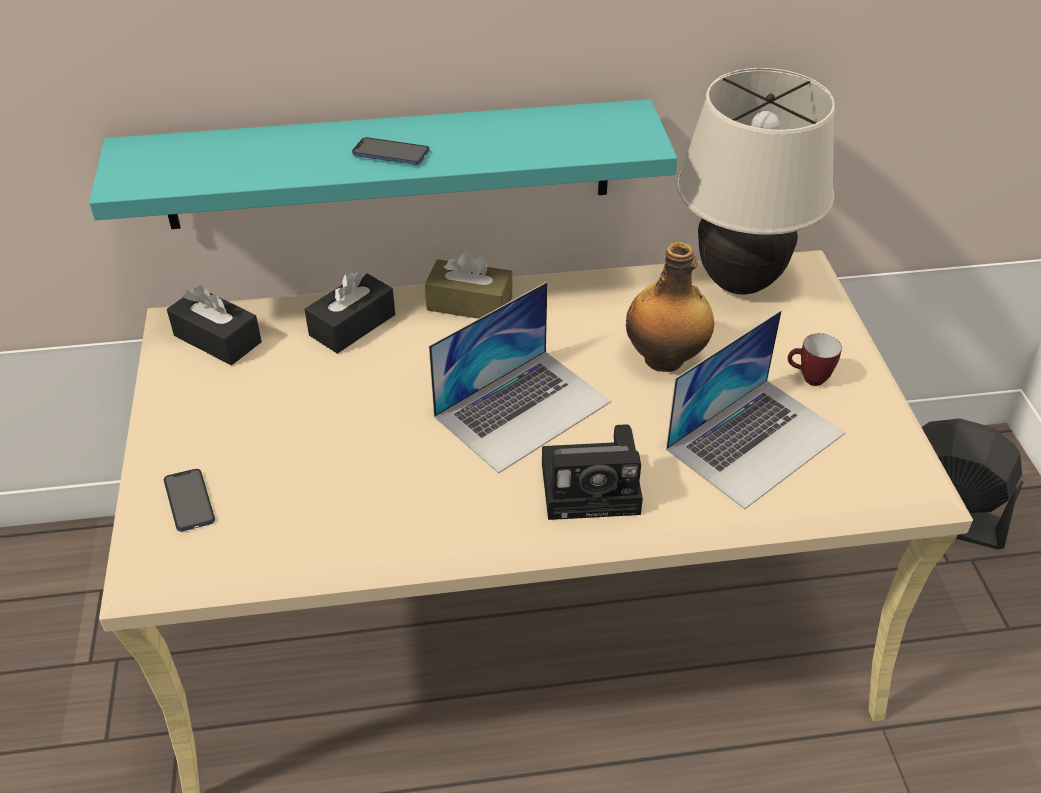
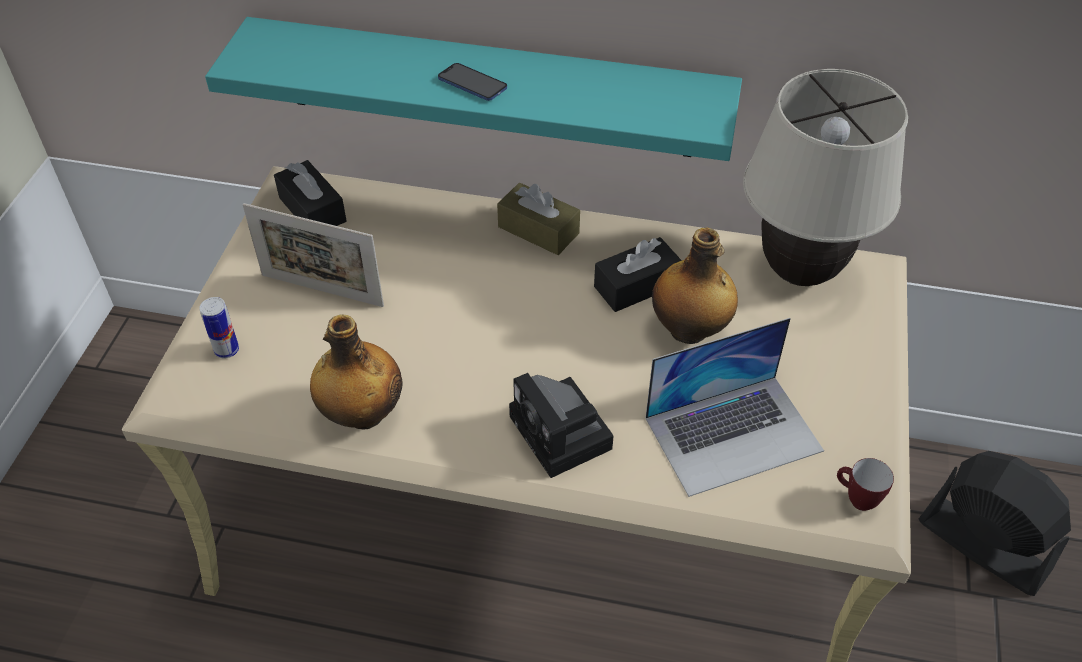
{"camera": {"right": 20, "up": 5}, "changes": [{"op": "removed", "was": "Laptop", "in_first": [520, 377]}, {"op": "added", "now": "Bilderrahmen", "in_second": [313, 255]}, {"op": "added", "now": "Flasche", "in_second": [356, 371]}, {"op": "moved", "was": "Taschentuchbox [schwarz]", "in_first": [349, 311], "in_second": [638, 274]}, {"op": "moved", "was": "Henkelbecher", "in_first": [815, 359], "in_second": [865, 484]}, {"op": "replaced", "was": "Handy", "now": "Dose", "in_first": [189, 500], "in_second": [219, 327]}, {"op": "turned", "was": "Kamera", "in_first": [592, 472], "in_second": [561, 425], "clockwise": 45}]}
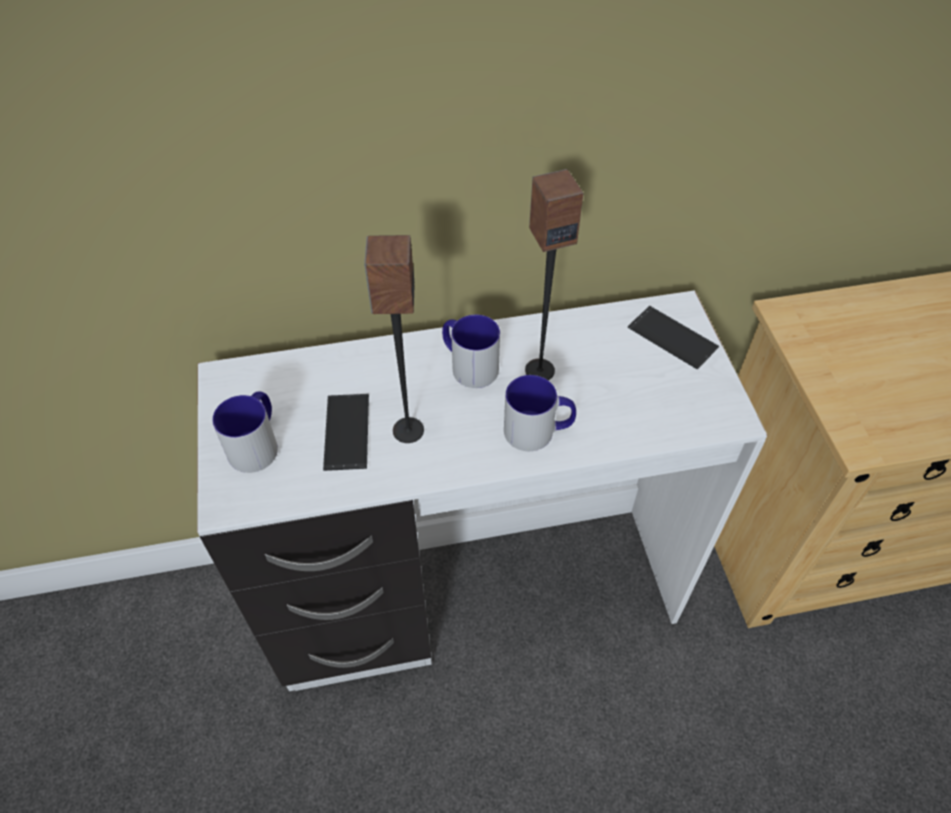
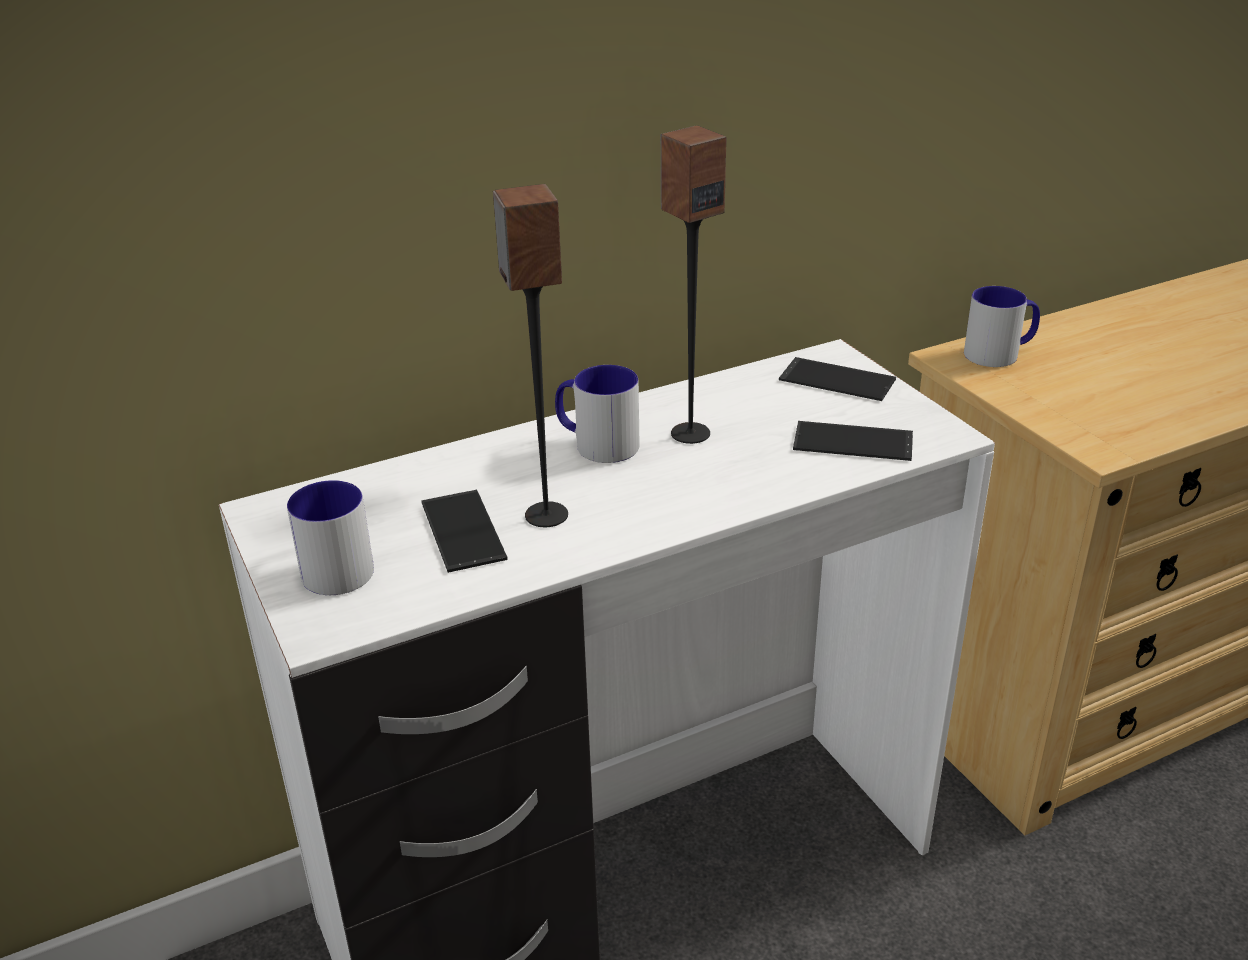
{"camera": {"right": -15, "up": -20}, "changes": [{"op": "added", "now": "Handy", "in_second": [853, 441]}, {"op": "moved", "was": "Henkelbecher", "in_first": [540, 413], "in_second": [1002, 326]}]}
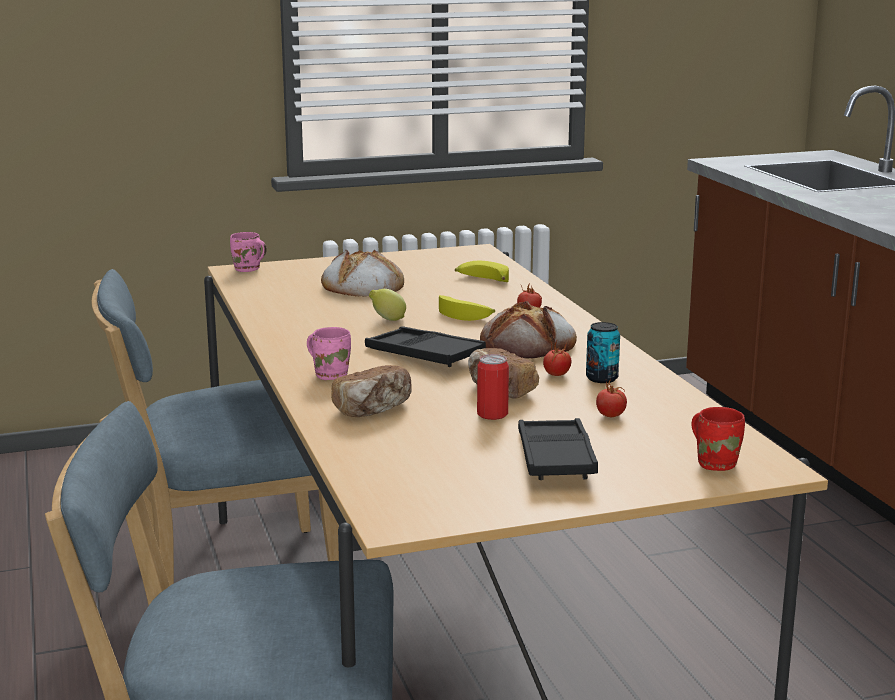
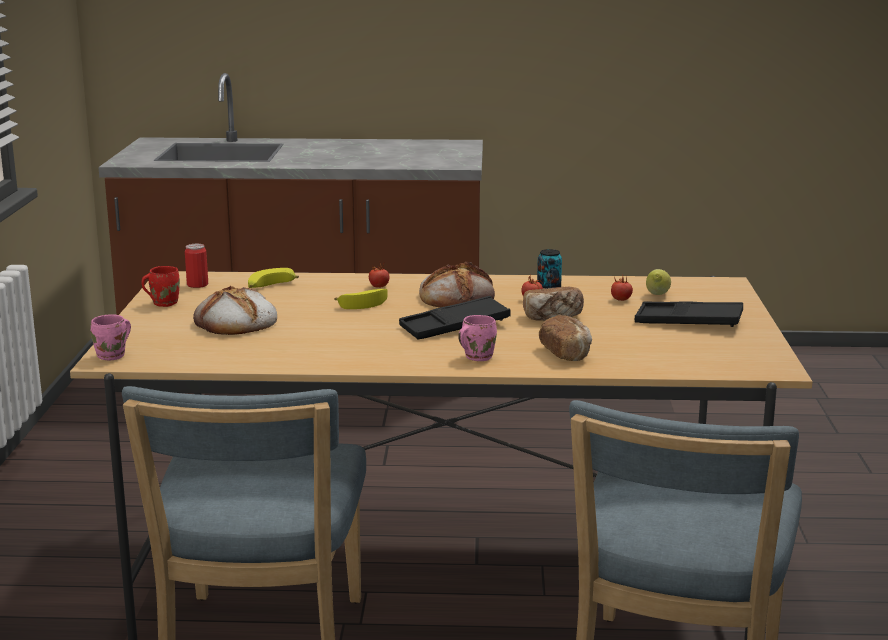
{"camera": {"right": -70, "up": 0}, "changes": [{"op": "moved", "was": "Zitrone", "in_first": [387, 305], "in_second": [658, 282]}, {"op": "moved", "was": "Dose", "in_first": [493, 387], "in_second": [196, 266]}, {"op": "moved", "was": "Henkelbecher [rot]", "in_first": [718, 439], "in_second": [160, 286]}]}
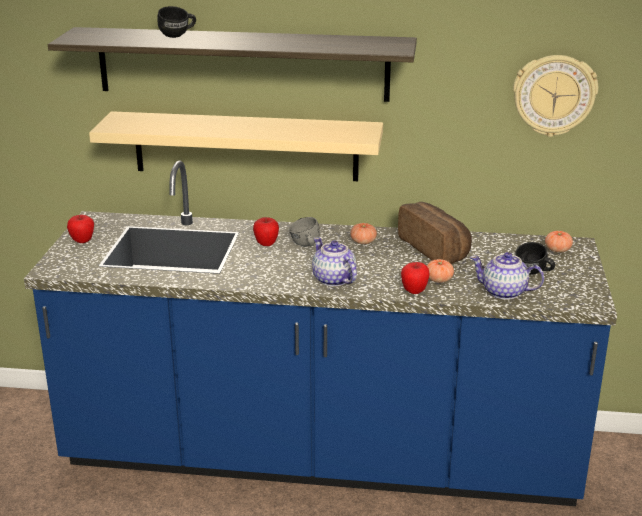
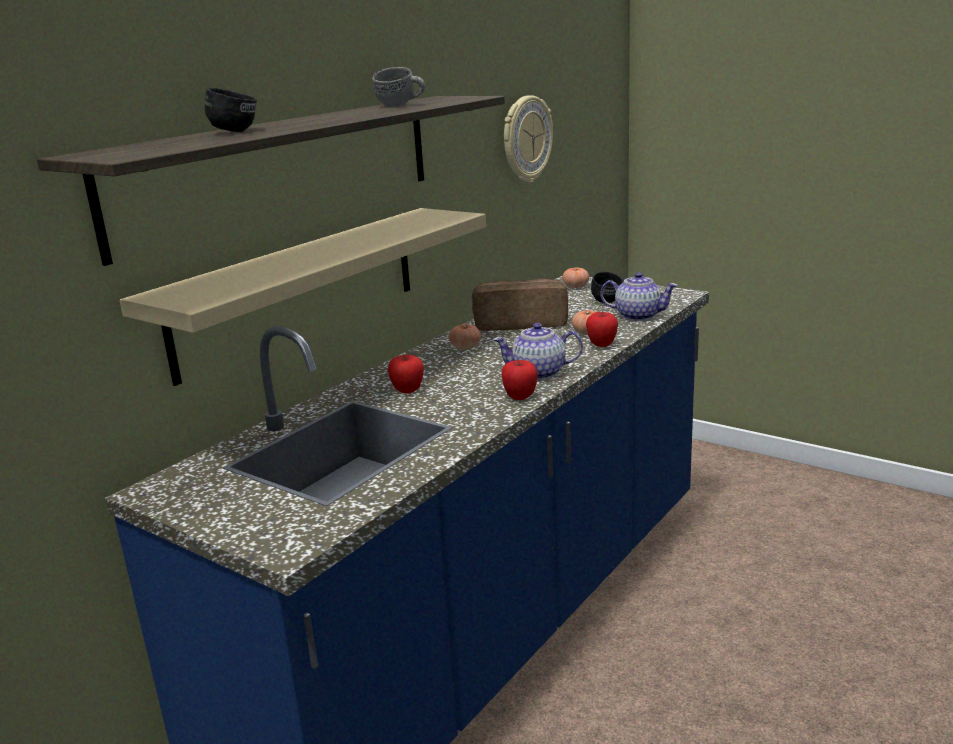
{"camera": {"right": -60, "up": -5}, "changes": [{"op": "moved", "was": "Apfel", "in_first": [80, 229], "in_second": [519, 380]}, {"op": "moved", "was": "Henkelbecher [grau]", "in_first": [304, 232], "in_second": [398, 87]}, {"op": "turned", "was": "Teekanne", "in_first": [507, 276], "in_second": [639, 296], "clockwise": -120}]}
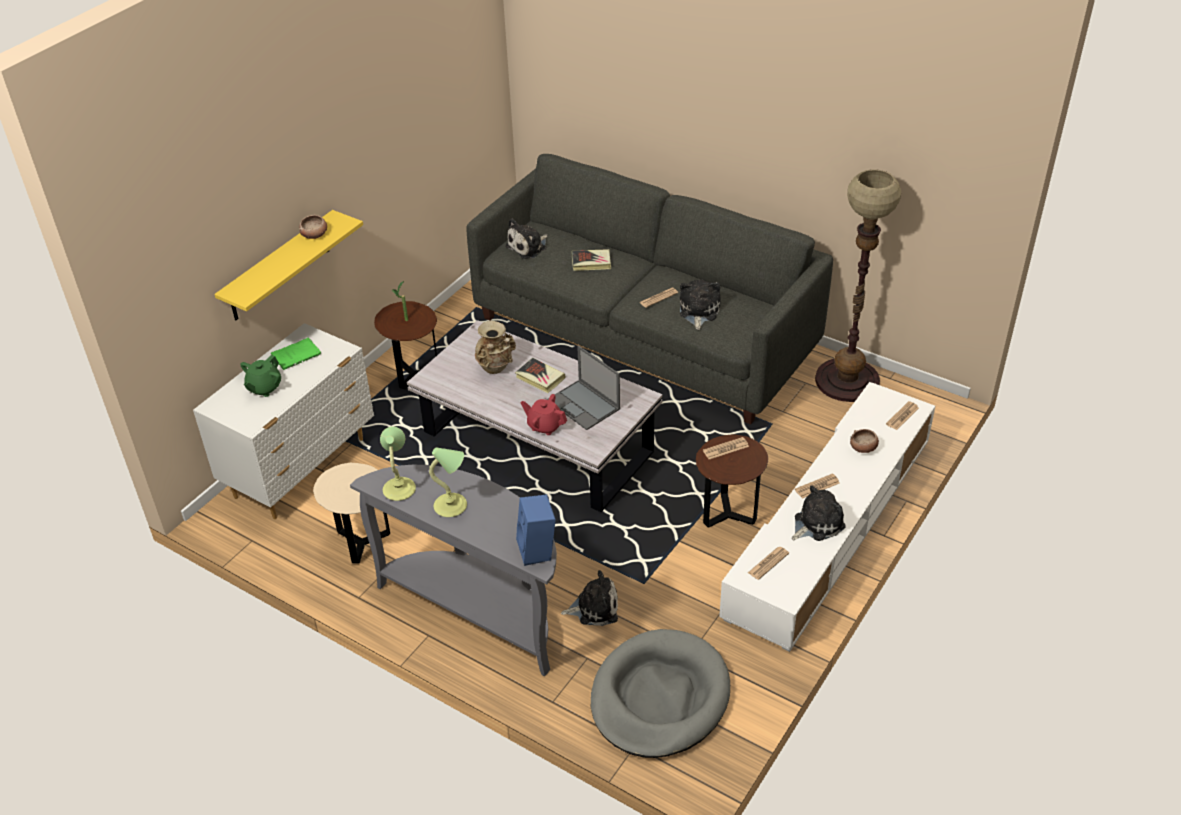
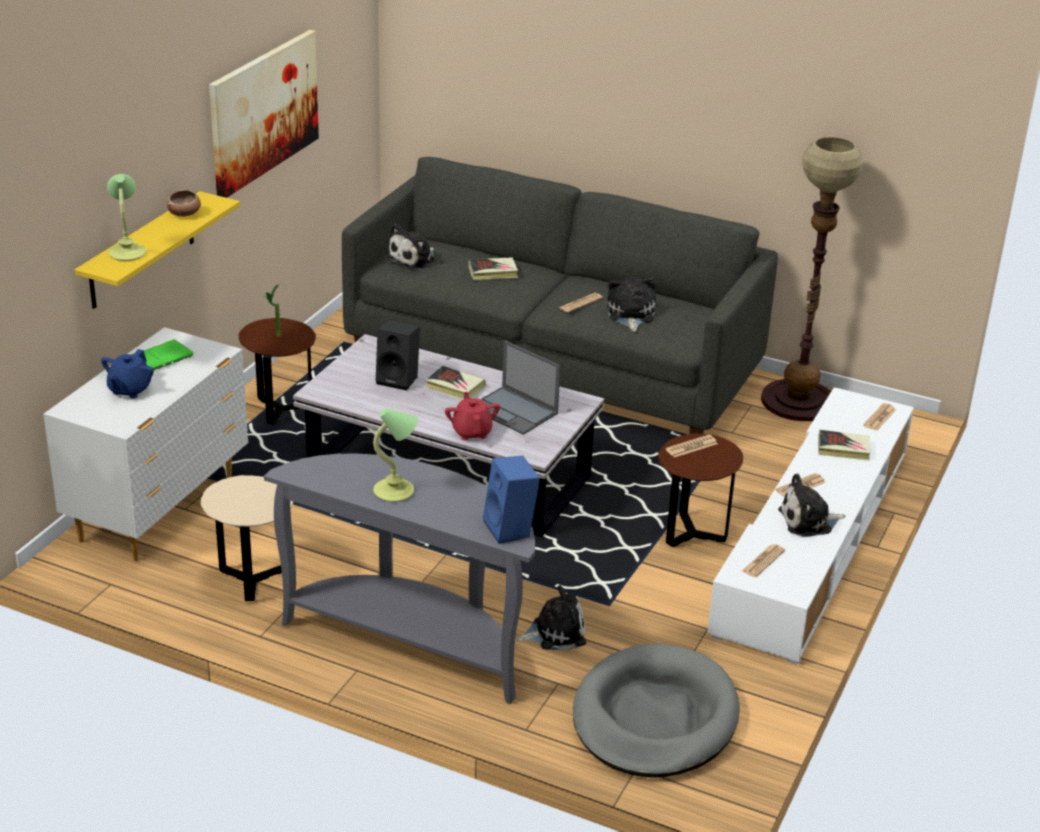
{"camera": {"right": -10, "up": -10}, "changes": [{"op": "added", "now": "Bild", "in_second": [264, 114]}, {"op": "moved", "was": "Tischlampe", "in_first": [398, 463], "in_second": [126, 217]}, {"op": "replaced", "was": "Vase [beige]", "now": "Lautsprecher [schwarz]", "in_first": [495, 347], "in_second": [398, 355]}, {"op": "replaced", "was": "Schüssel", "now": "Buch", "in_first": [864, 441], "in_second": [844, 445]}, {"op": "recoloured", "was": "Teekanne [grün]", "now": "Teekanne [blau]", "in_first": [260, 376], "in_second": [127, 374]}, {"op": "turned", "was": "Teekanne [rot]", "in_first": [544, 414], "in_second": [472, 416], "clockwise": 60}, {"op": "turned", "was": "Plüschtier", "in_first": [819, 513], "in_second": [812, 505], "clockwise": -150}]}
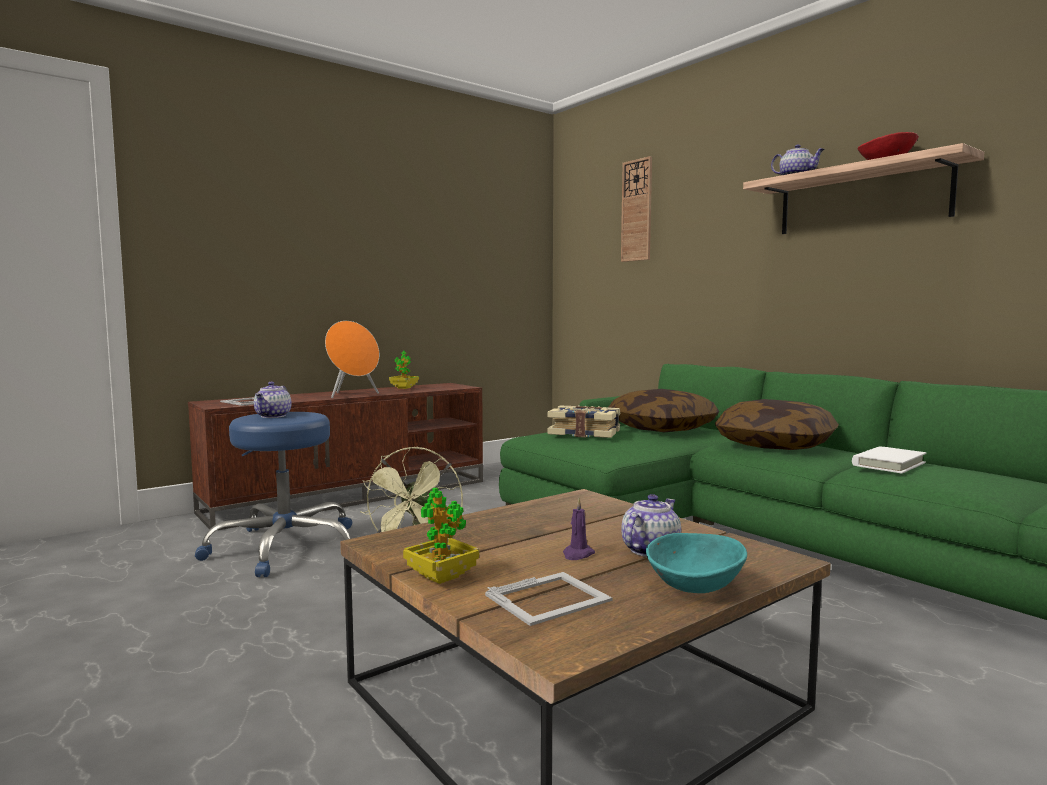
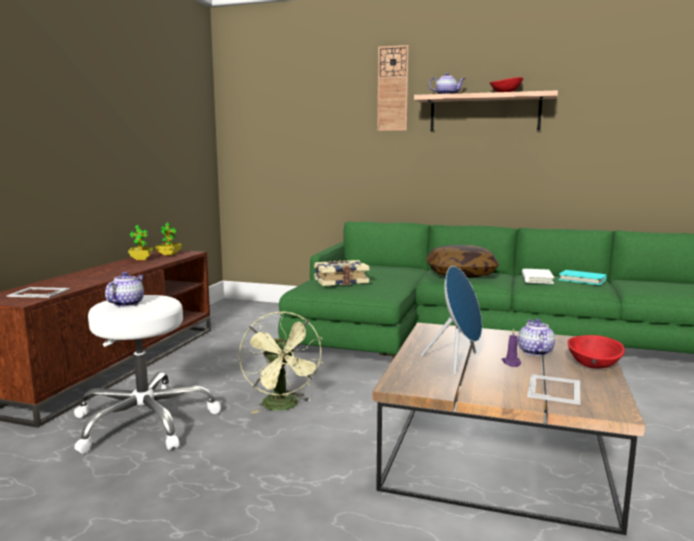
{"camera": {"right": -35, "up": 5}, "changes": [{"op": "removed", "was": "Lautsprecher [orange]", "in_first": [352, 359]}, {"op": "removed", "was": "Kissen", "in_first": [663, 410]}, {"op": "added", "now": "Lautsprecher [blau]", "in_second": [451, 320]}, {"op": "added", "now": "Buch [türkis]", "in_second": [582, 277]}, {"op": "moved", "was": "Topfpflanze", "in_first": [441, 536], "in_second": [168, 239]}, {"op": "moved", "was": "Wanduhr", "in_first": [636, 209], "in_second": [393, 88]}, {"op": "recoloured", "was": "Hocker [blau]", "now": "Hocker [weiß]", "in_first": [273, 494], "in_second": [147, 374]}, {"op": "recoloured", "was": "Schüssel [türkis]", "now": "Schüssel [rot]", "in_first": [696, 563], "in_second": [596, 352]}, {"op": "turned", "was": "Teekanne", "in_first": [272, 400], "in_second": [124, 289], "clockwise": -135}]}
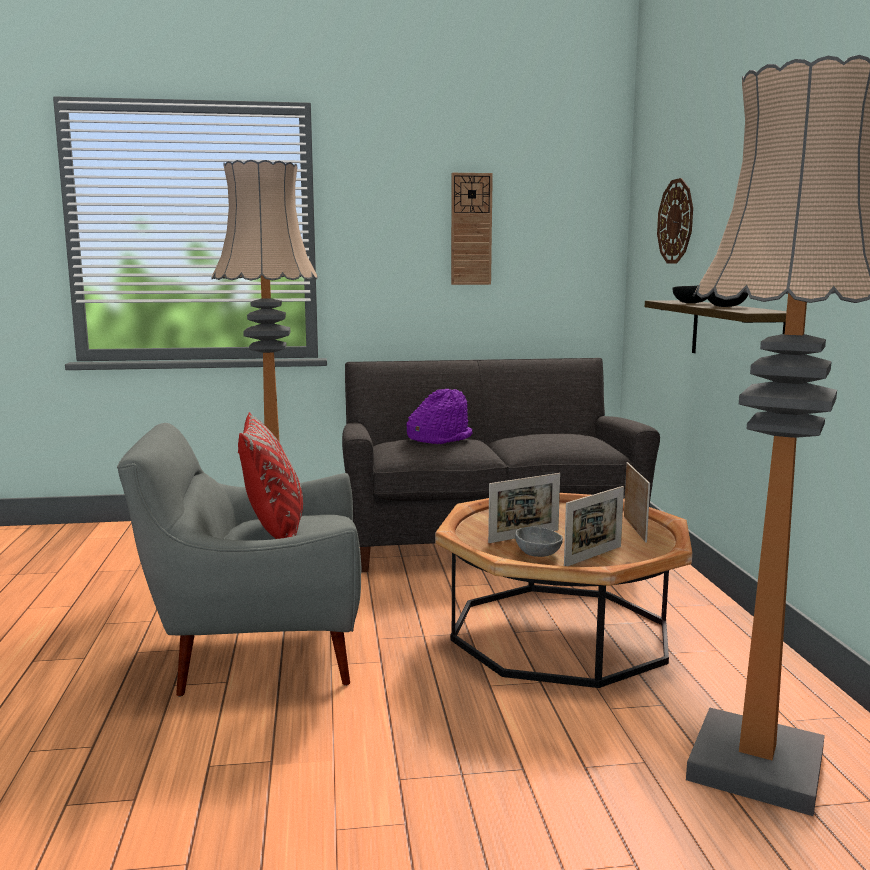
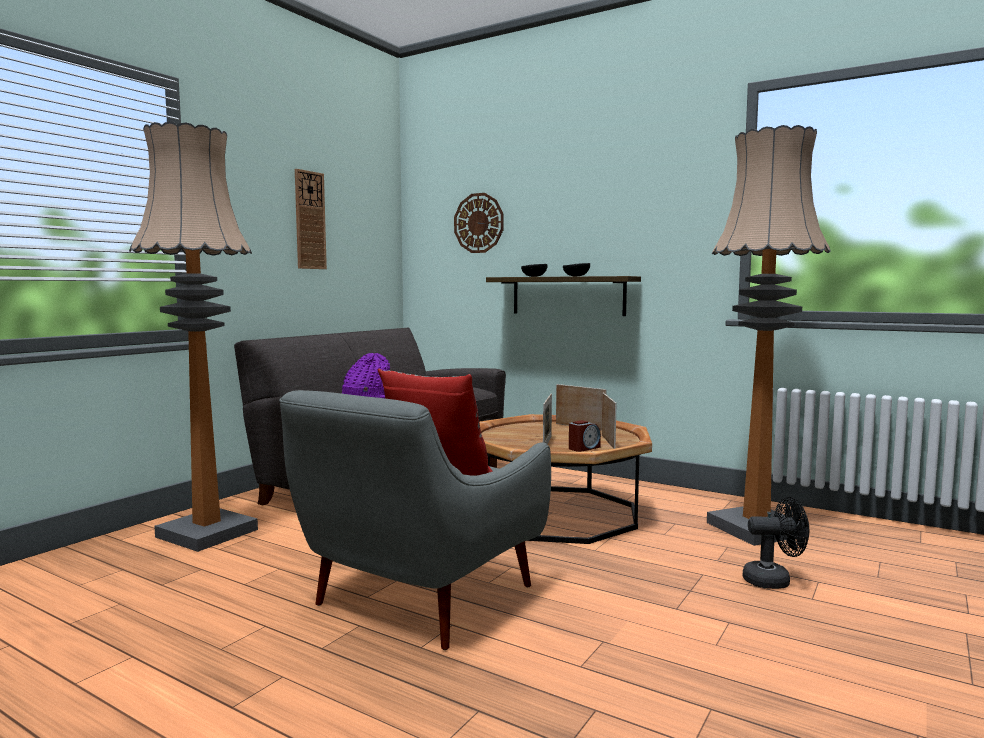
{"camera": {"right": -50, "up": -5}, "changes": [{"op": "added", "now": "Ventilator [schwarz]", "in_second": [776, 543]}, {"op": "replaced", "was": "Schüssel [grau]", "now": "Wecker", "in_first": [539, 541], "in_second": [585, 436]}]}
